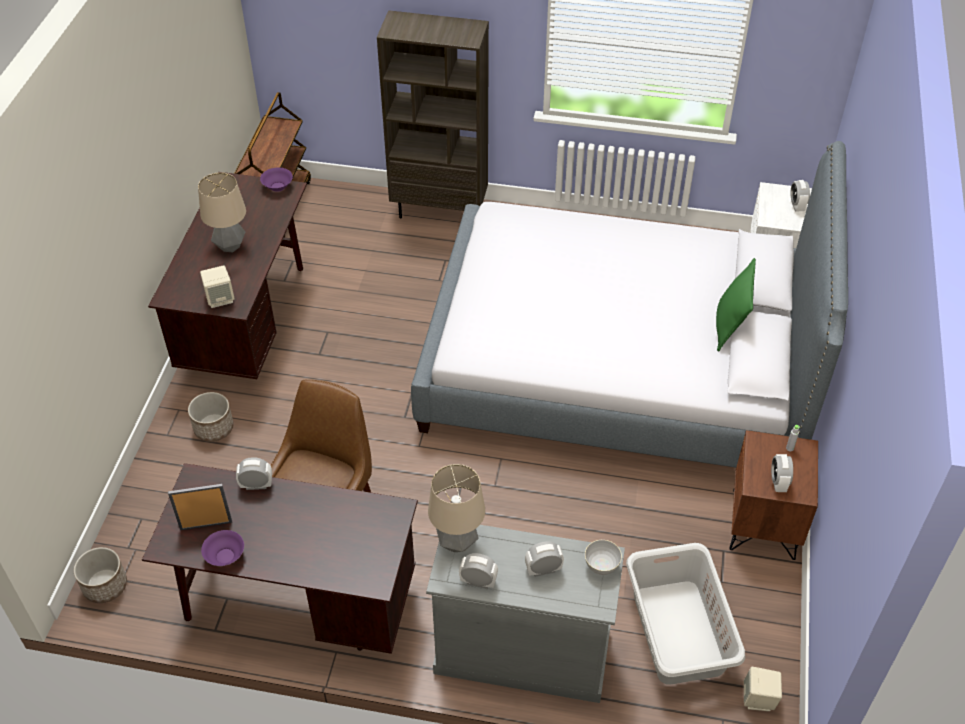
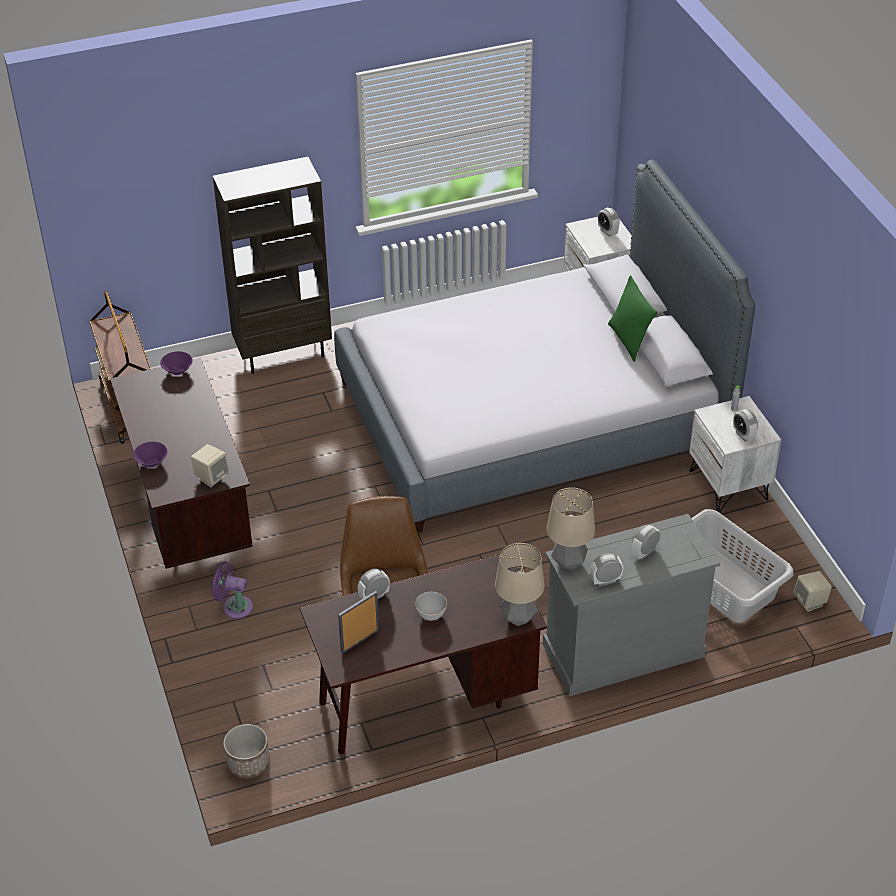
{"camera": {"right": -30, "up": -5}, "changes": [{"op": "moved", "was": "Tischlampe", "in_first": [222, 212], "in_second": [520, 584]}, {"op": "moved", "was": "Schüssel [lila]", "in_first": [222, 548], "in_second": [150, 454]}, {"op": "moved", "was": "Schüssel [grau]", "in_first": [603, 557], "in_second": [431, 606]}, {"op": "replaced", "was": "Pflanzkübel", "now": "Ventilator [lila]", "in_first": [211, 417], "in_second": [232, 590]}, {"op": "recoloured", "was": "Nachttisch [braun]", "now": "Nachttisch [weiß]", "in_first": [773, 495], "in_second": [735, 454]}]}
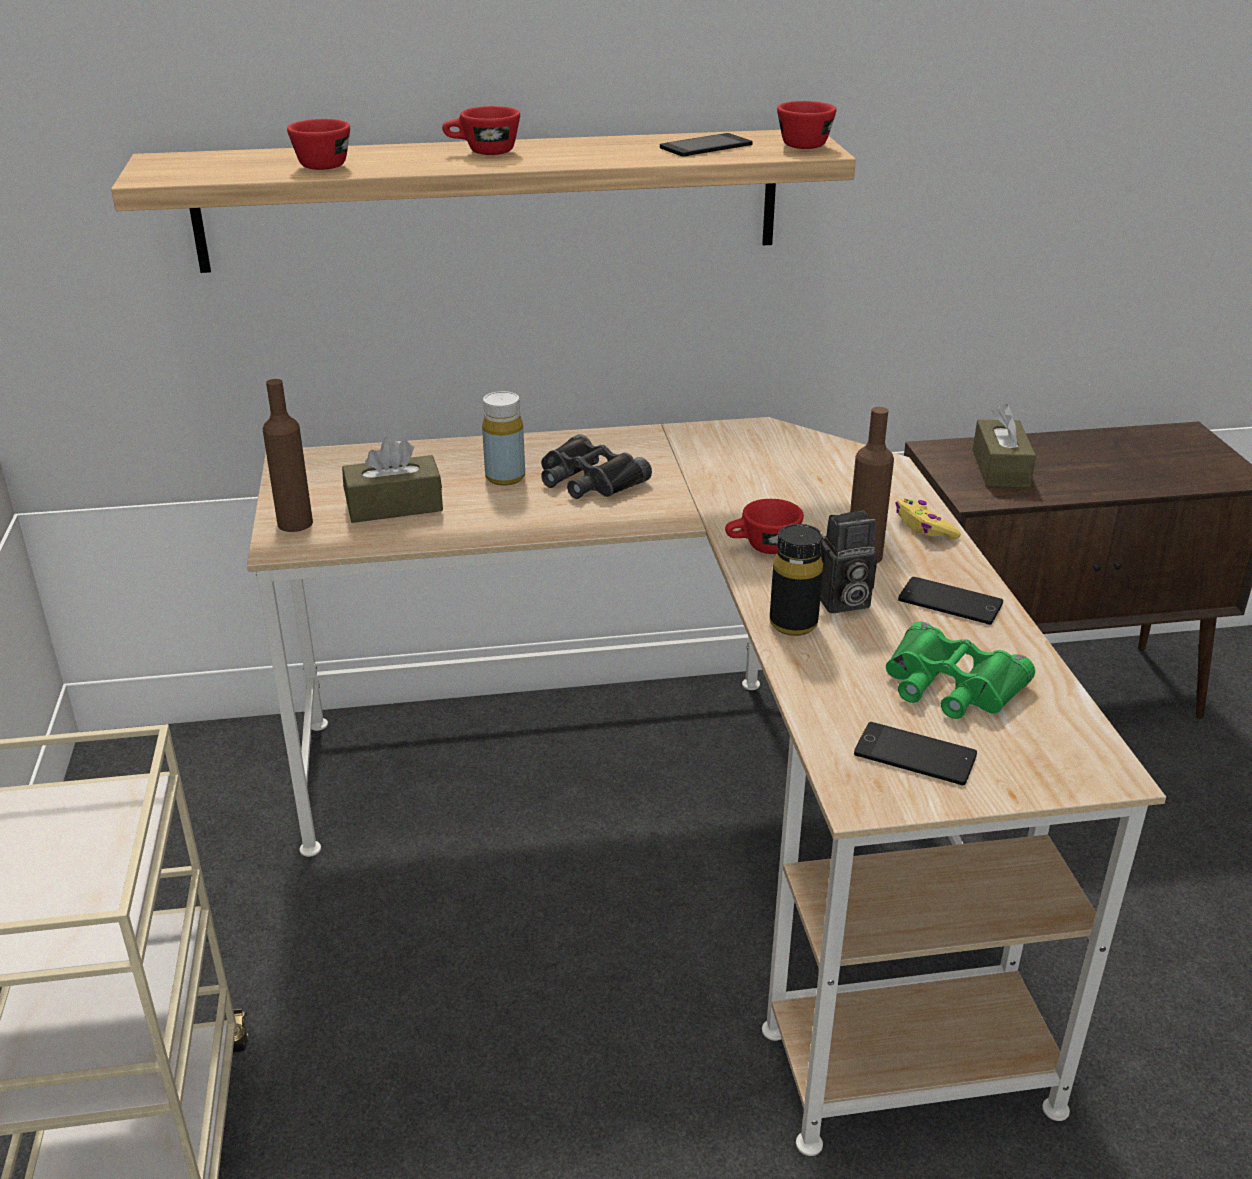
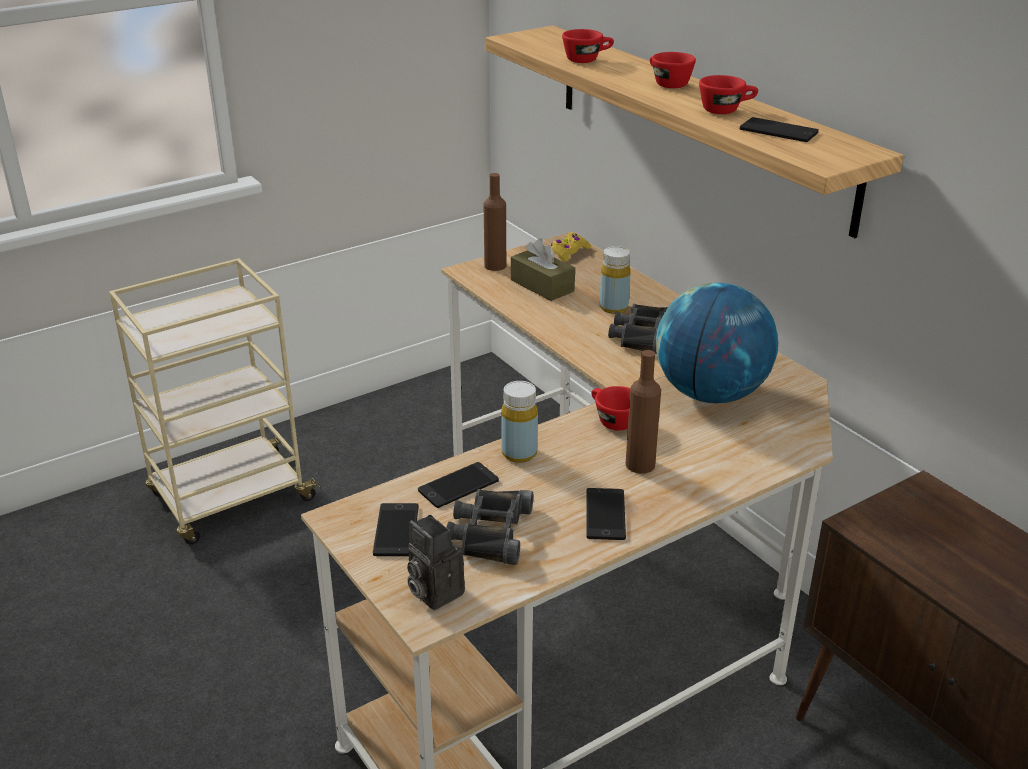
{"camera": {"right": 65, "up": 0}, "changes": [{"op": "removed", "was": "Taschentuchbox [braun]", "in_first": [1004, 446]}, {"op": "added", "now": "Handy", "in_second": [458, 485]}, {"op": "added", "now": "Globus", "in_second": [717, 343]}, {"op": "moved", "was": "Tasse [rot]", "in_first": [806, 125], "in_second": [728, 94]}, {"op": "moved", "was": "Kamera", "in_first": [849, 562], "in_second": [436, 562]}, {"op": "moved", "was": "Gamepad [gelb]", "in_first": [928, 519], "in_second": [571, 247]}, {"op": "recoloured", "was": "Flasche [schwarz]", "now": "Flasche [gelb]", "in_first": [796, 580], "in_second": [519, 422]}, {"op": "recoloured", "was": "Fernglas [grün]", "now": "Fernglas [schwarz]", "in_first": [960, 670], "in_second": [489, 527]}]}
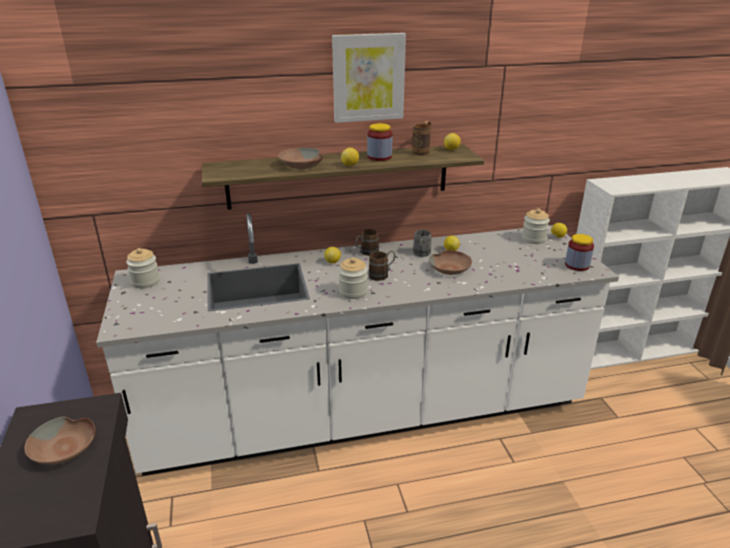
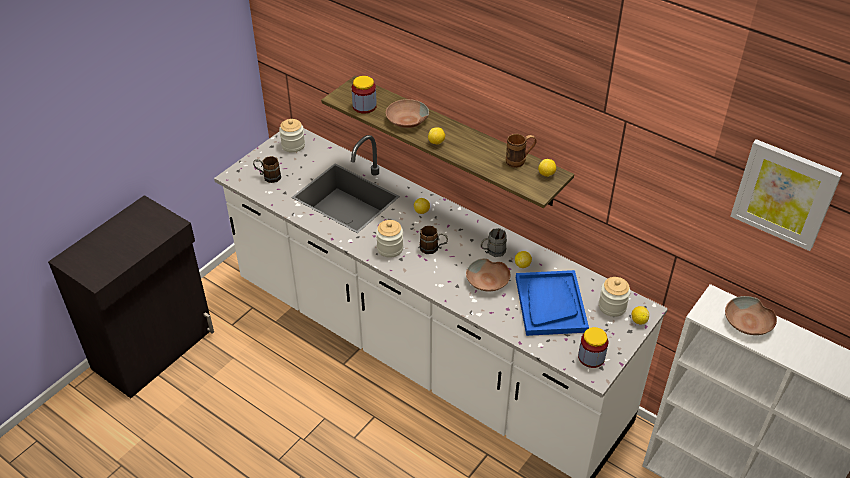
{"camera": {"right": 50, "up": 15}, "changes": [{"op": "added", "now": "Tablett [blau]", "in_second": [552, 303]}, {"op": "moved", "was": "Schüssel [braun]", "in_first": [59, 441], "in_second": [751, 315]}, {"op": "moved", "was": "Bild", "in_first": [369, 78], "in_second": [786, 195]}, {"op": "moved", "was": "Henkelbecher [braun]", "in_first": [367, 242], "in_second": [267, 169]}, {"op": "moved", "was": "Vorratsglas", "in_first": [379, 142], "in_second": [364, 95]}]}
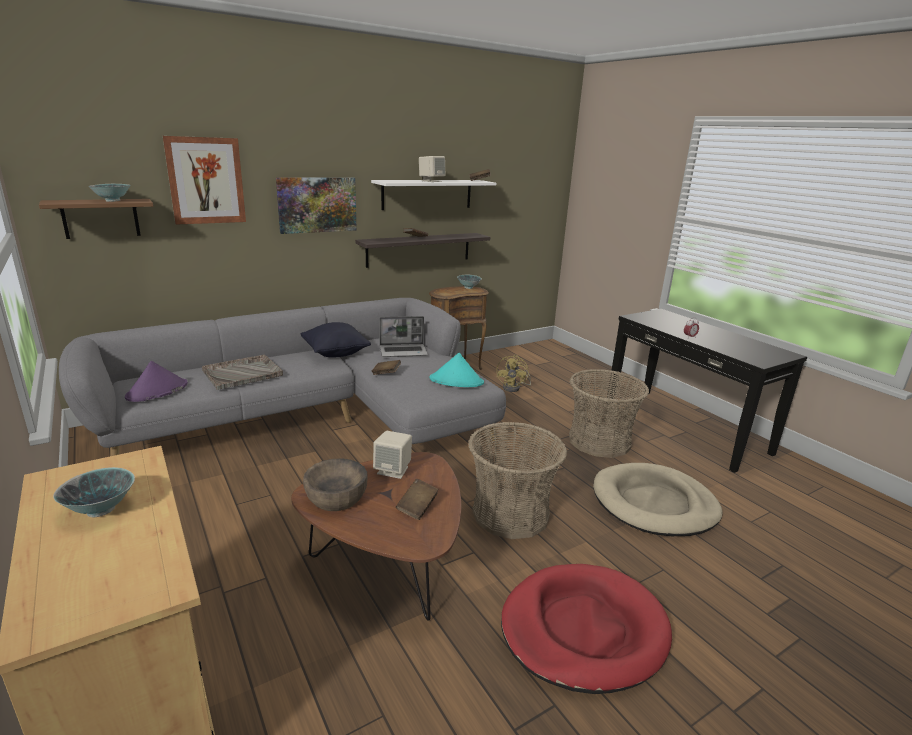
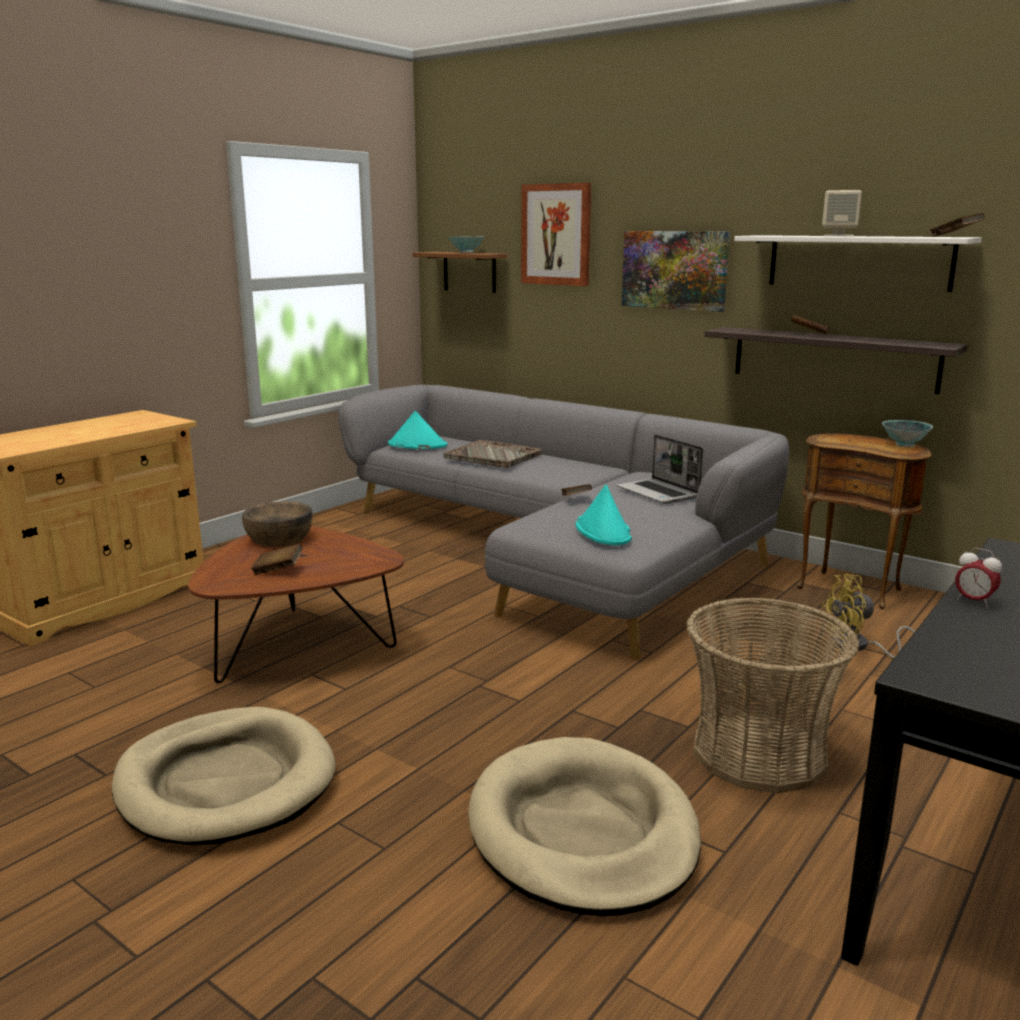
{"camera": {"right": 70, "up": -5}, "changes": [{"op": "removed", "was": "Schüssel", "in_first": [94, 492]}, {"op": "removed", "was": "Kissen [schwarz]", "in_first": [336, 340]}, {"op": "removed", "was": "Lautsprecher [beige]", "in_first": [392, 455]}, {"op": "removed", "was": "Korb", "in_first": [517, 480]}, {"op": "recoloured", "was": "Hut [lila]", "now": "Hut [türkis]", "in_first": [156, 381], "in_second": [417, 430]}, {"op": "recoloured", "was": "Hundebett [rot]", "now": "Hundebett [beige]", "in_first": [586, 629], "in_second": [224, 776]}]}
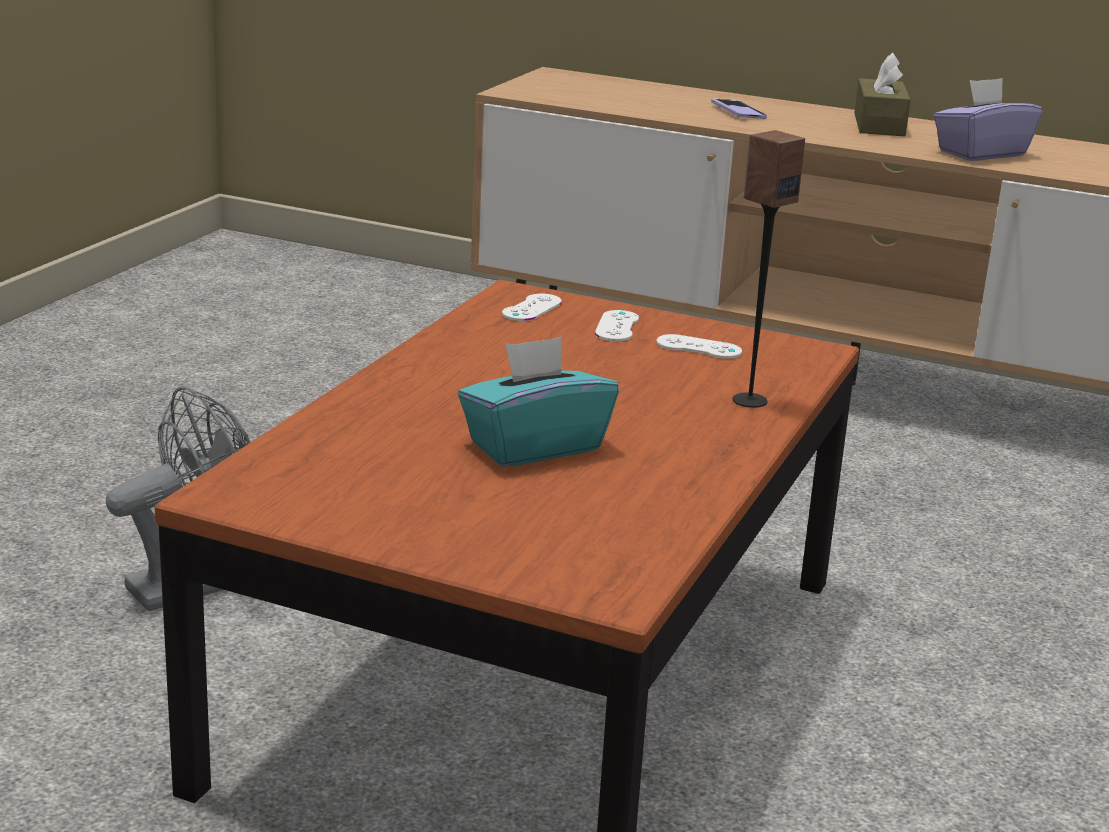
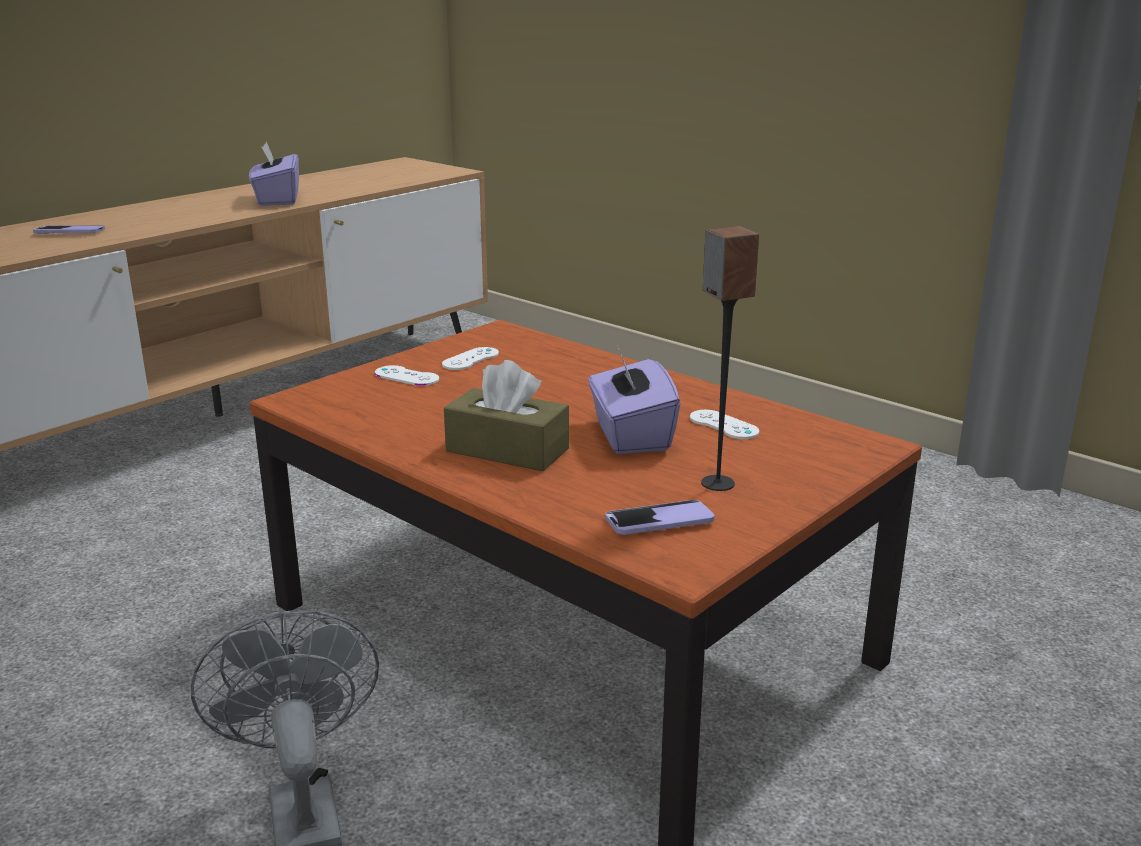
{"camera": {"right": -70, "up": 0}, "changes": [{"op": "added", "now": "Handy", "in_second": [660, 517]}, {"op": "moved", "was": "Gamepad [weiß]", "in_first": [532, 307], "in_second": [724, 424]}, {"op": "moved", "was": "Lautsprecher", "in_first": [769, 269], "in_second": [730, 358]}, {"op": "moved", "was": "Taschentuchbox [braun]", "in_first": [882, 94], "in_second": [506, 415]}, {"op": "recoloured", "was": "Taschentuchbox [türkis]", "now": "Taschentuchbox [lila]", "in_first": [538, 402], "in_second": [634, 401]}]}
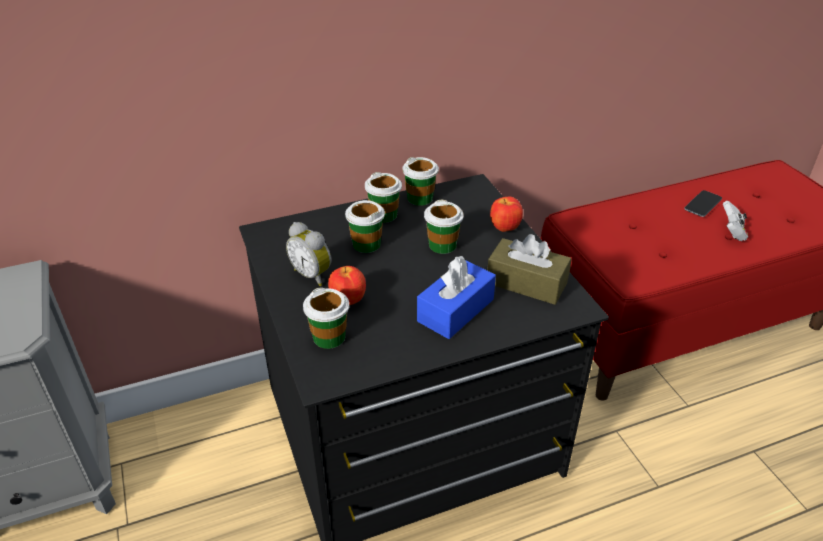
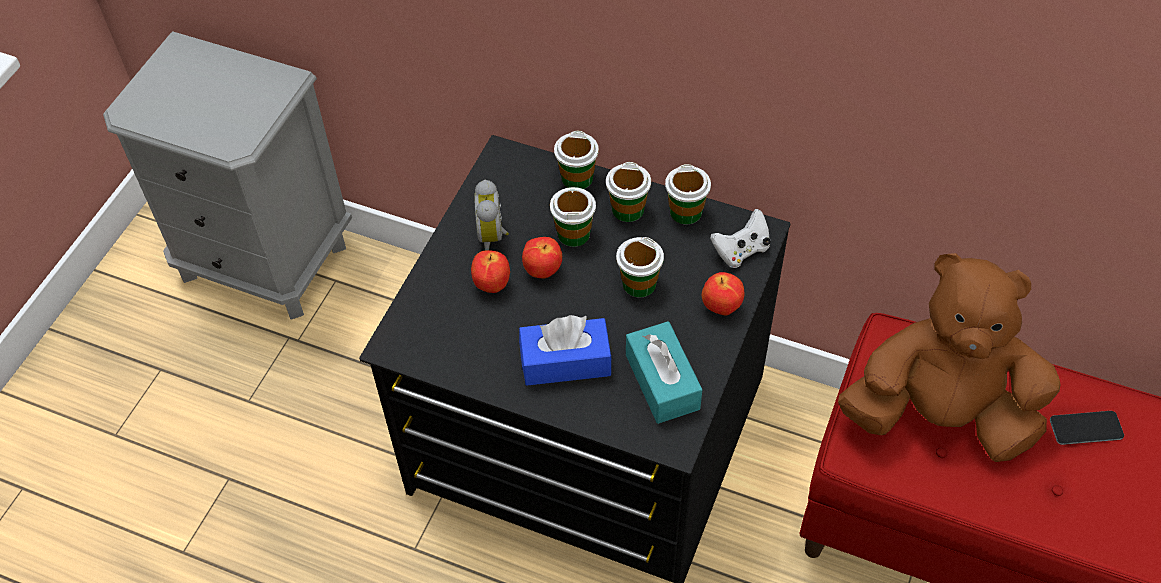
{"camera": {"right": 45, "up": 15}, "changes": [{"op": "added", "now": "Apfel", "in_second": [542, 257]}, {"op": "added", "now": "Plüschtier [braun]", "in_second": [949, 357]}, {"op": "moved", "was": "Tasse", "in_first": [326, 318], "in_second": [576, 159]}, {"op": "moved", "was": "Gamepad [weiß]", "in_first": [735, 221], "in_second": [740, 238]}, {"op": "recoloured", "was": "Taschentuchbox [braun]", "now": "Taschentuchbox [türkis]", "in_first": [529, 269], "in_second": [664, 372]}]}
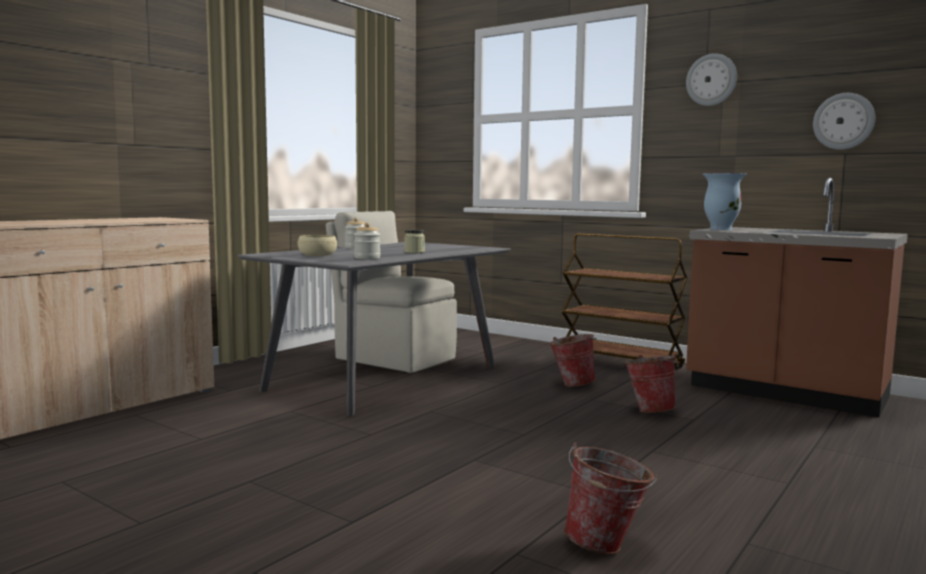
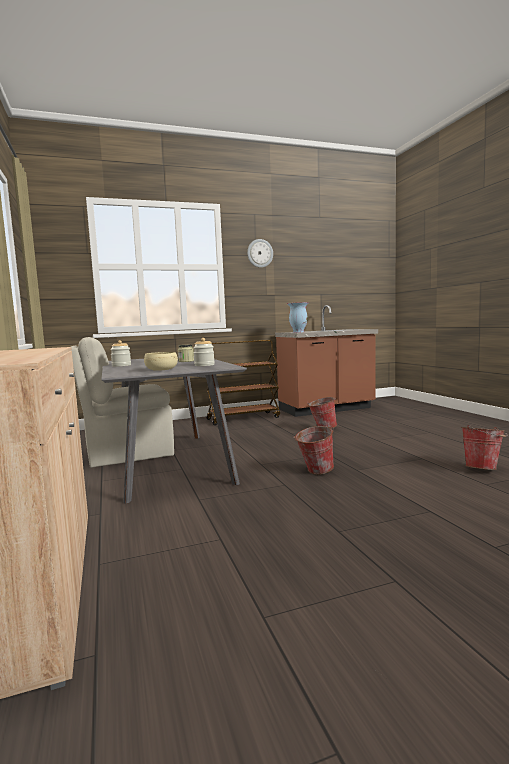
{"camera": {"right": -55, "up": 0}, "changes": [{"op": "removed", "was": "Wanduhr", "in_first": [844, 121]}, {"op": "moved", "was": "Eimer", "in_first": [573, 360], "in_second": [314, 450]}]}
